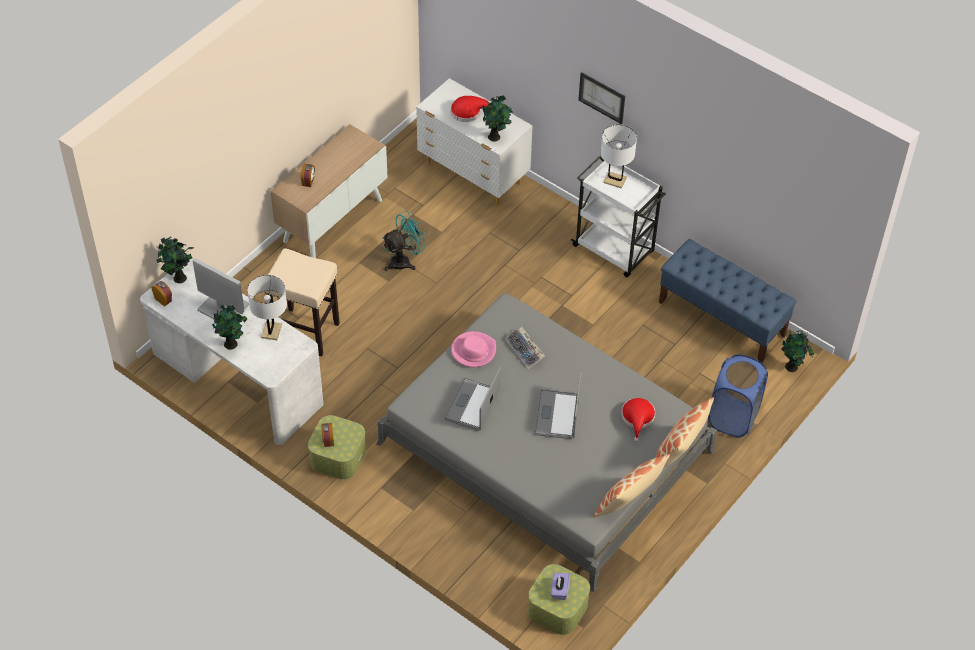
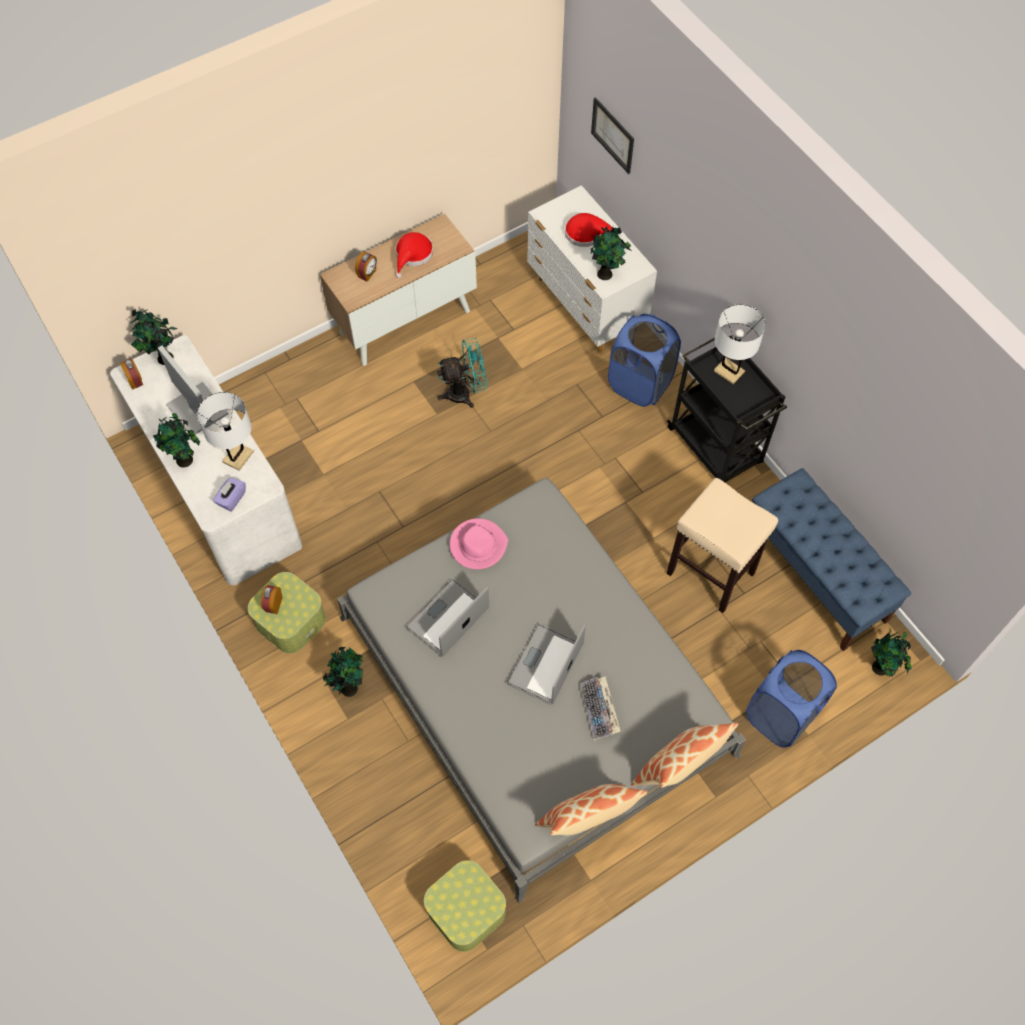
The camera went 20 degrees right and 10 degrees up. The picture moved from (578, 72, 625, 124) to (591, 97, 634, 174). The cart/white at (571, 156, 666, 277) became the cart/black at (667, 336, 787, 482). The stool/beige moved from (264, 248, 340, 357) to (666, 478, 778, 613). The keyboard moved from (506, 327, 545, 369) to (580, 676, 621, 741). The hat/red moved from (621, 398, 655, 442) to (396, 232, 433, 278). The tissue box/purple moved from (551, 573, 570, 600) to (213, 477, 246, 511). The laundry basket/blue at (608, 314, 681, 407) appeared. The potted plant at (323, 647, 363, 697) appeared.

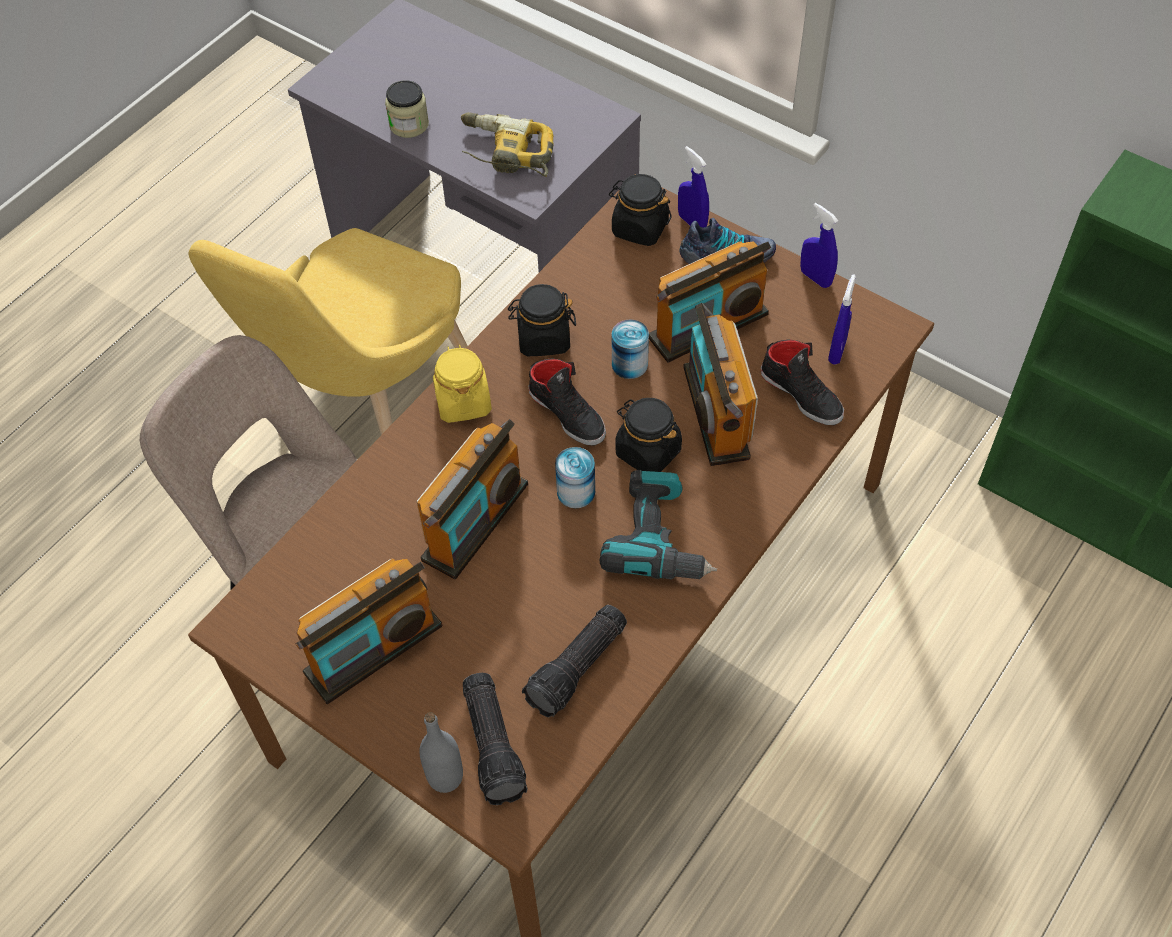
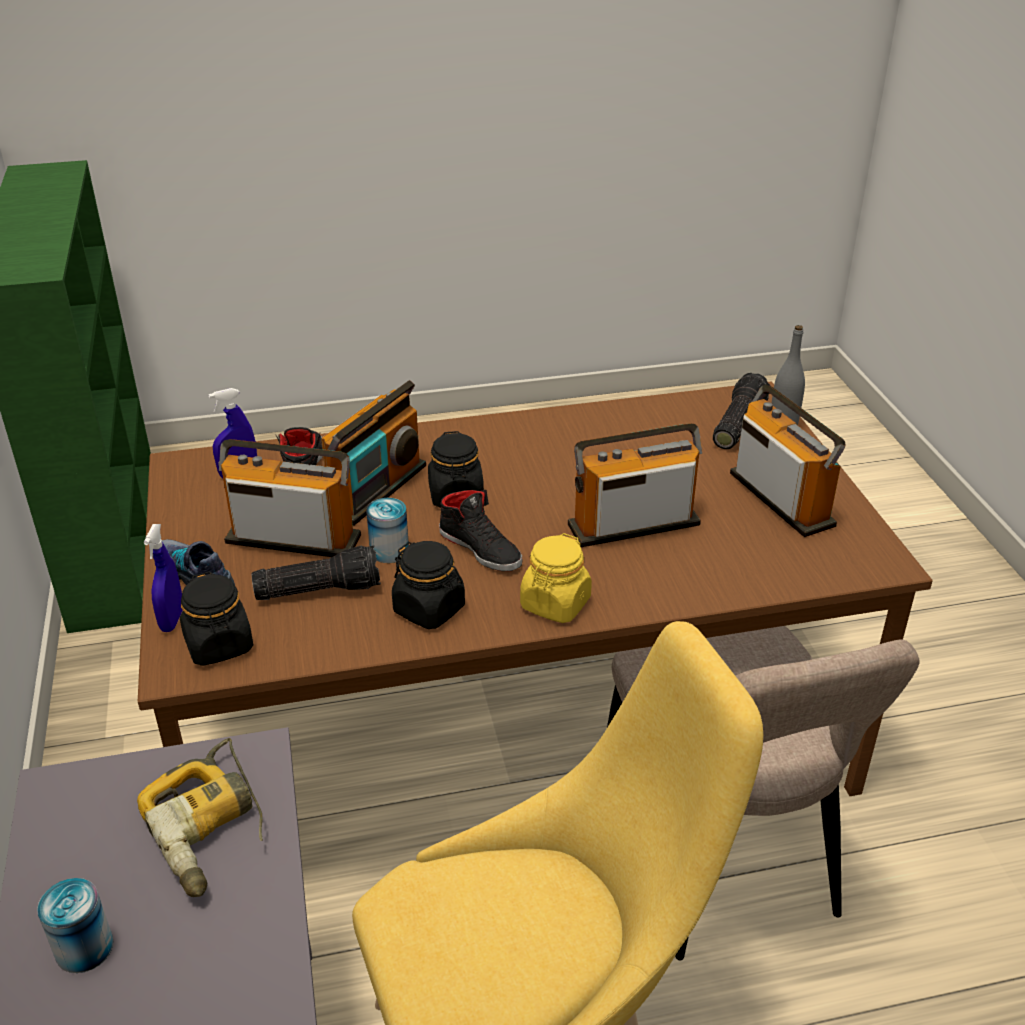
The camera went 140 degrees left and 20 degrees down. The jar at (385, 80, 429, 138) disappeared. The spray bottle/blue at (800, 203, 838, 288) disappeared. The shoe/black at (529, 358, 606, 445) turned 135 degrees clockwise. The can moved from (555, 447, 595, 508) to (37, 878, 113, 973). The power drill at (600, 470, 717, 579) disappeared. The radio at (295, 559, 442, 704) turned 60 degrees clockwise. The flashlight moved from (522, 605, 627, 718) to (252, 546, 381, 600).

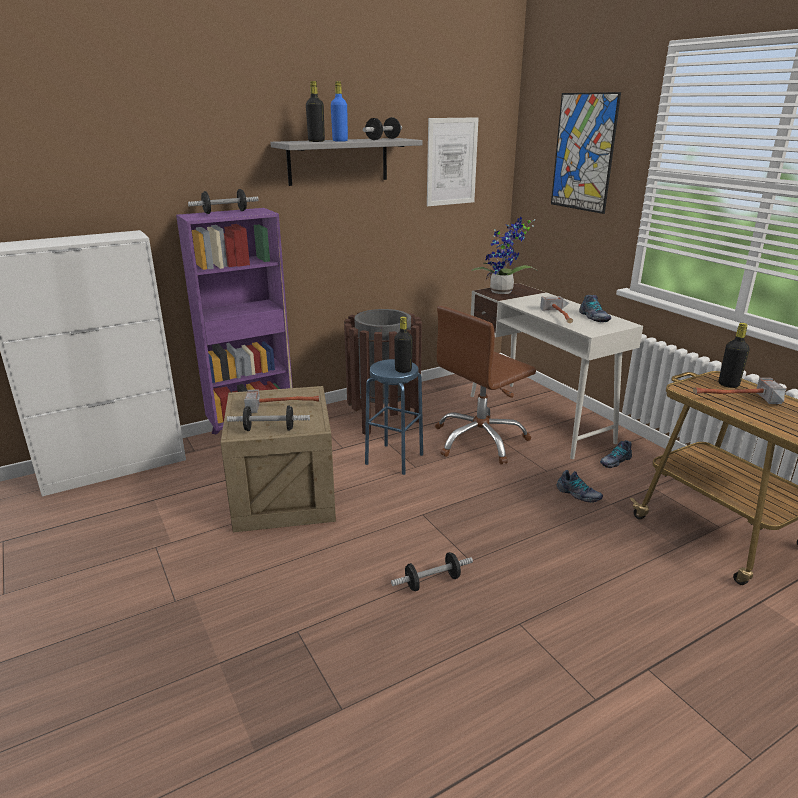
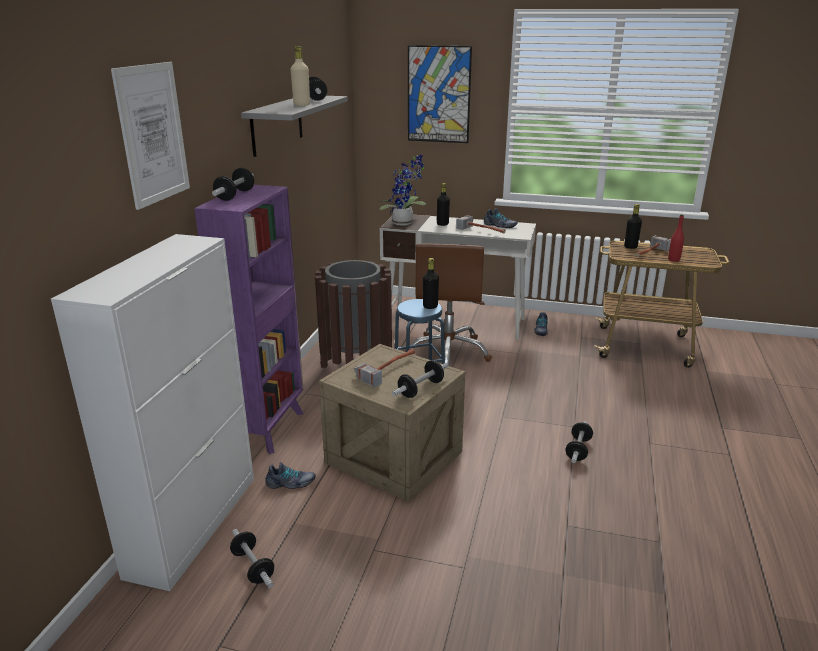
The camera went 45 degrees left and 0 degrees up. The bottle/black moved from (306, 81, 325, 142) to (437, 183, 450, 226). The bottle/blue at (331, 81, 348, 142) became the bottle/beige at (290, 46, 310, 106). The picture moved from (427, 117, 479, 206) to (111, 62, 190, 210). The shoe moved from (557, 470, 603, 503) to (265, 462, 315, 489). The bottle/red at (668, 215, 684, 262) appeared. The dumbbell at (230, 529, 274, 588) appeared.

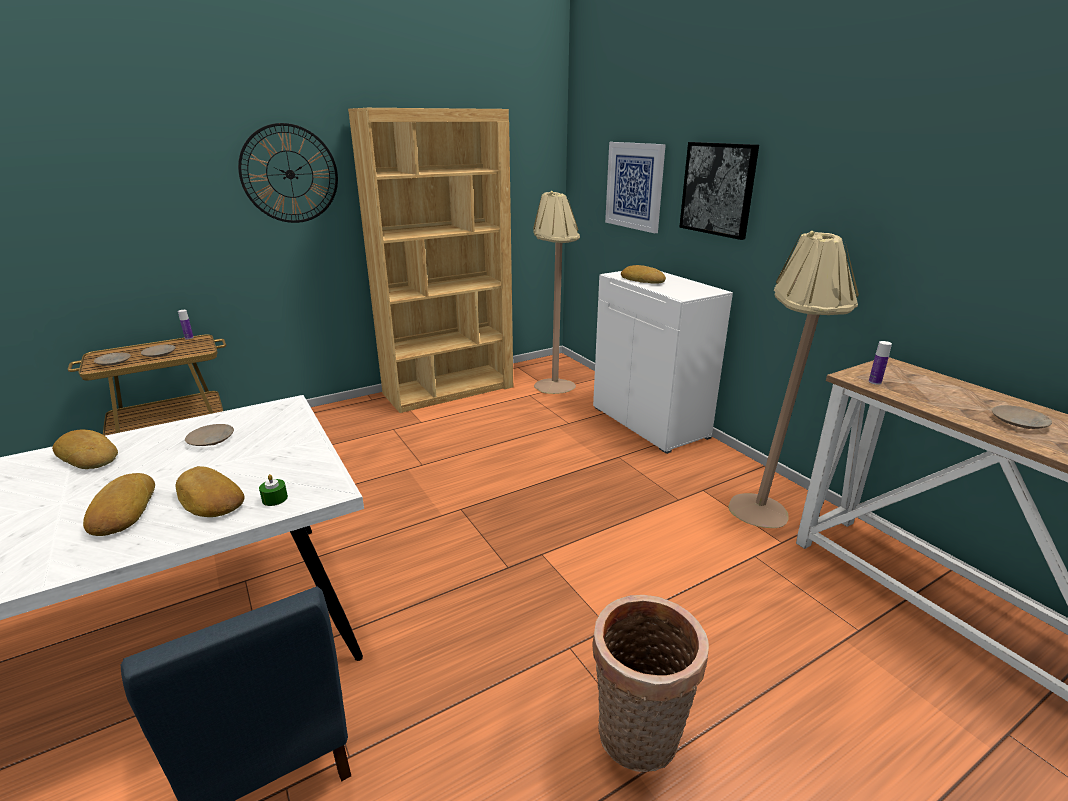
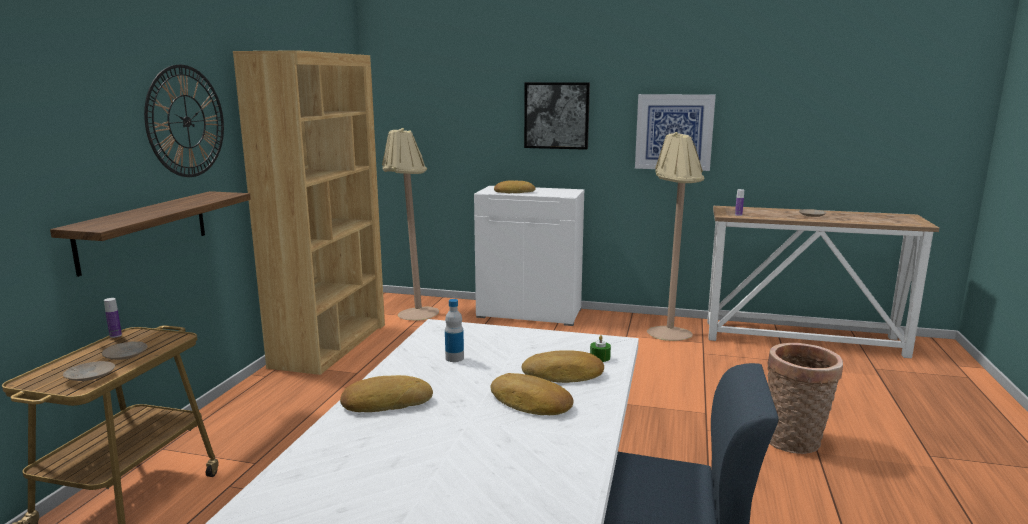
The camera went 45 degrees left and 10 degrees down. The picture moved from (605, 142, 666, 233) to (635, 94, 716, 171). The plate/beige at (185, 424, 234, 446) was replaced by the bottle at (445, 299, 464, 362). The shelf at (50, 191, 251, 277) appeared.

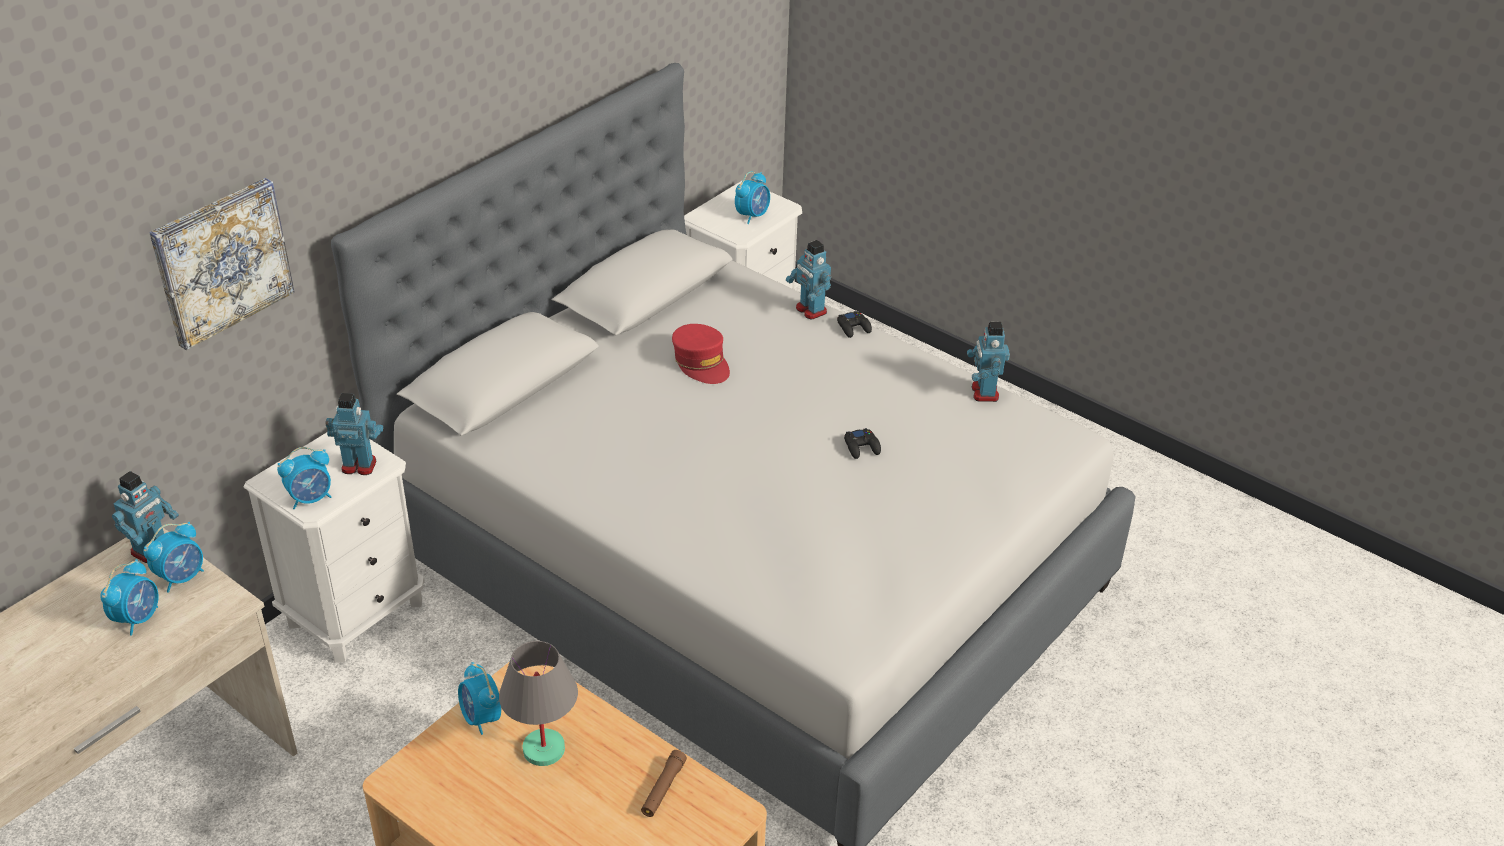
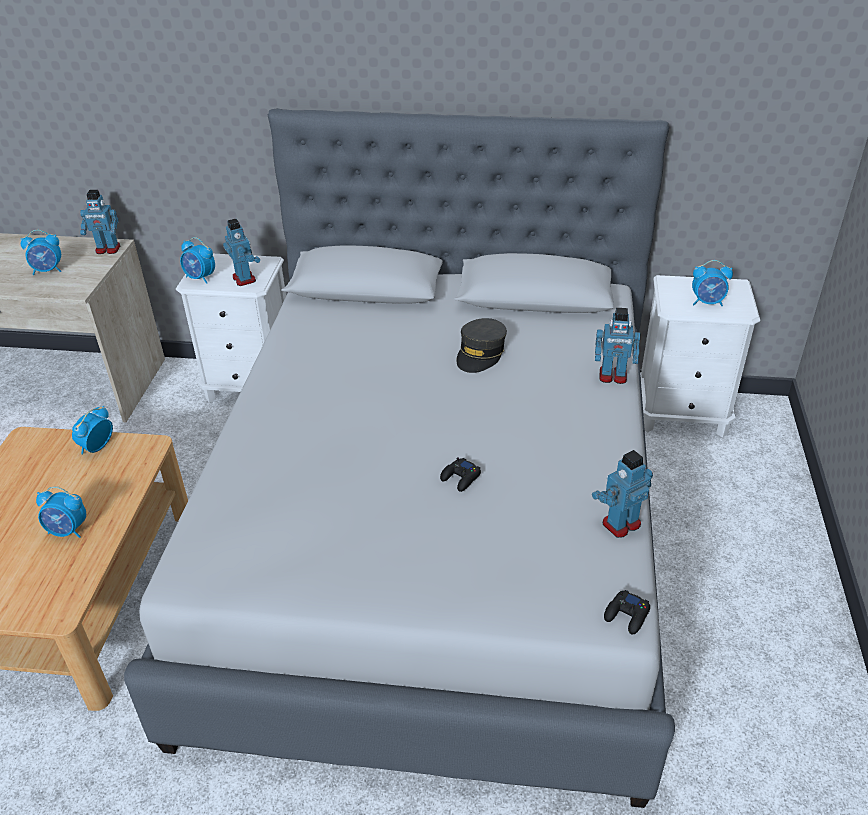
The camera went 60 degrees right and 0 degrees up. The picture at (149, 178, 295, 350) disappeared. The toy robot at (786, 240, 831, 320) turned 105 degrees counterclockwise. The game controller/black moved from (837, 311, 872, 338) to (604, 590, 650, 635). The cap/red at (672, 324, 730, 384) became the cap/grey at (457, 318, 507, 373). The alarm clock moved from (143, 522, 204, 593) to (36, 486, 86, 538). The table lamp/grey at (499, 641, 578, 766) disappeared. The flashlight/brown at (641, 750, 687, 817) disappeared.

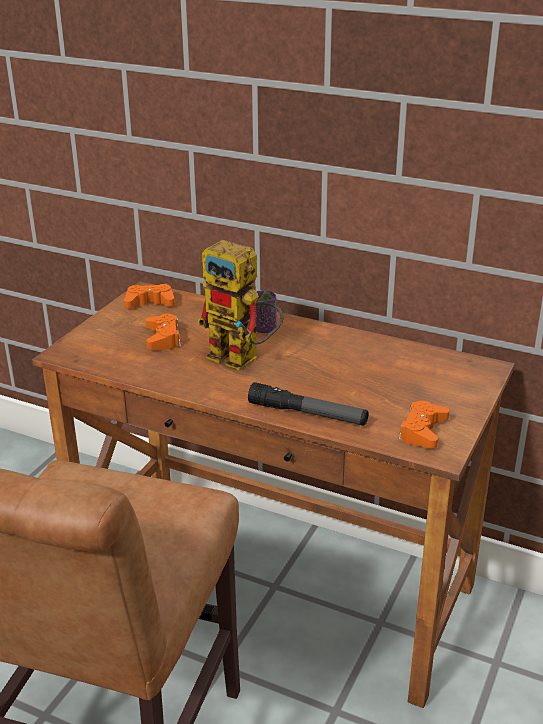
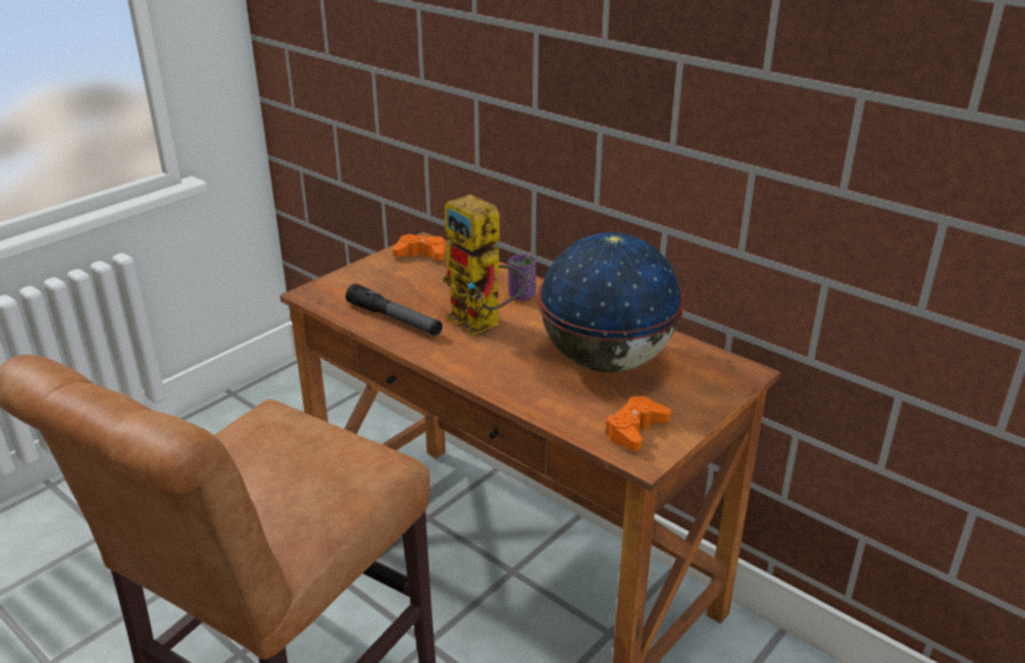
The camera went 15 degrees right and 0 degrees up. The game controller/orange at (145, 314, 181, 349) disappeared. The flashlight moved from (248, 382, 369, 426) to (346, 284, 442, 336). The globe at (537, 232, 684, 372) appeared.

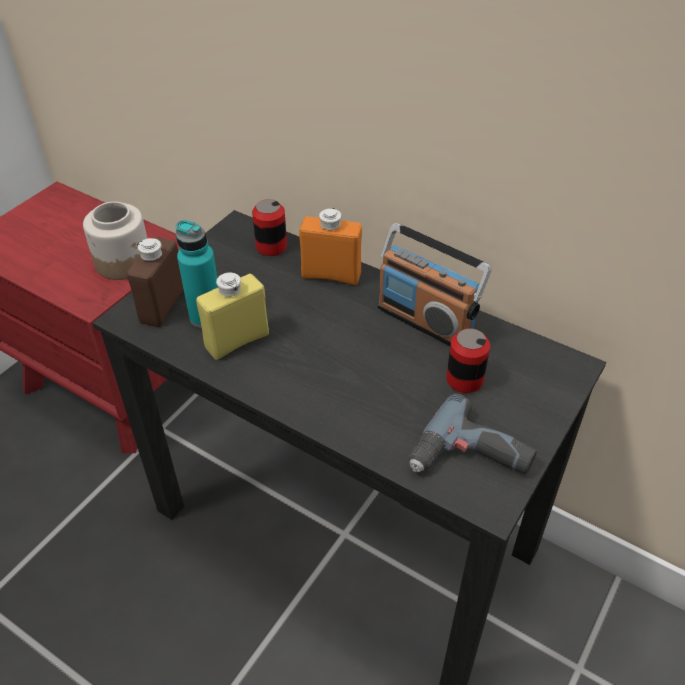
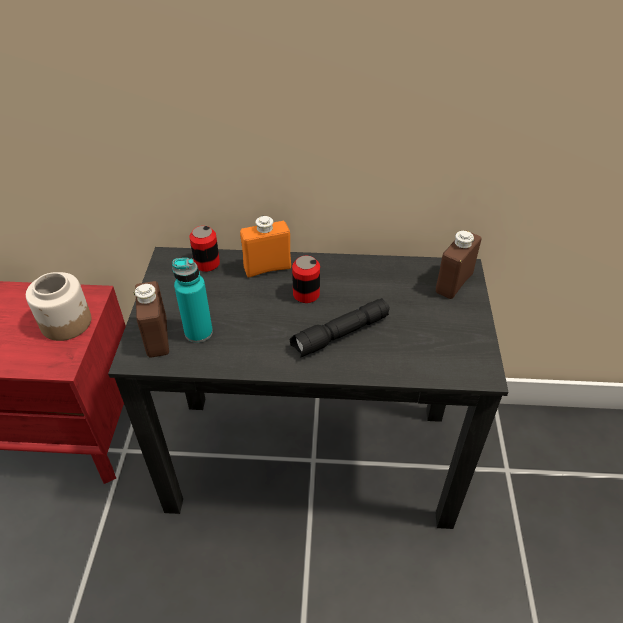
The camera went 30 degrees left and 0 degrees up. The radio at (377, 223, 492, 346) disappeared. The bottle/yellow at (196, 272, 269, 360) disappeared. The can moved from (446, 328, 490, 393) to (292, 256, 320, 303). The power drill at (409, 393, 537, 474) disappeared. The bottle/brown at (436, 230, 481, 299) appeared. The flashlight/black at (290, 298, 390, 358) appeared.

